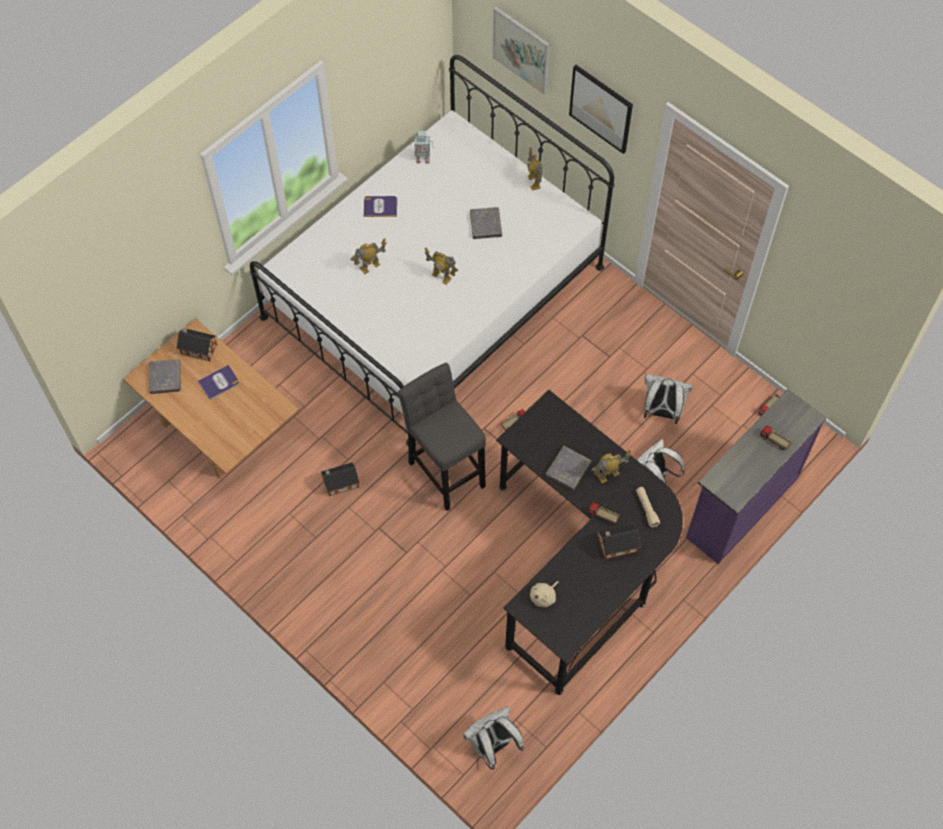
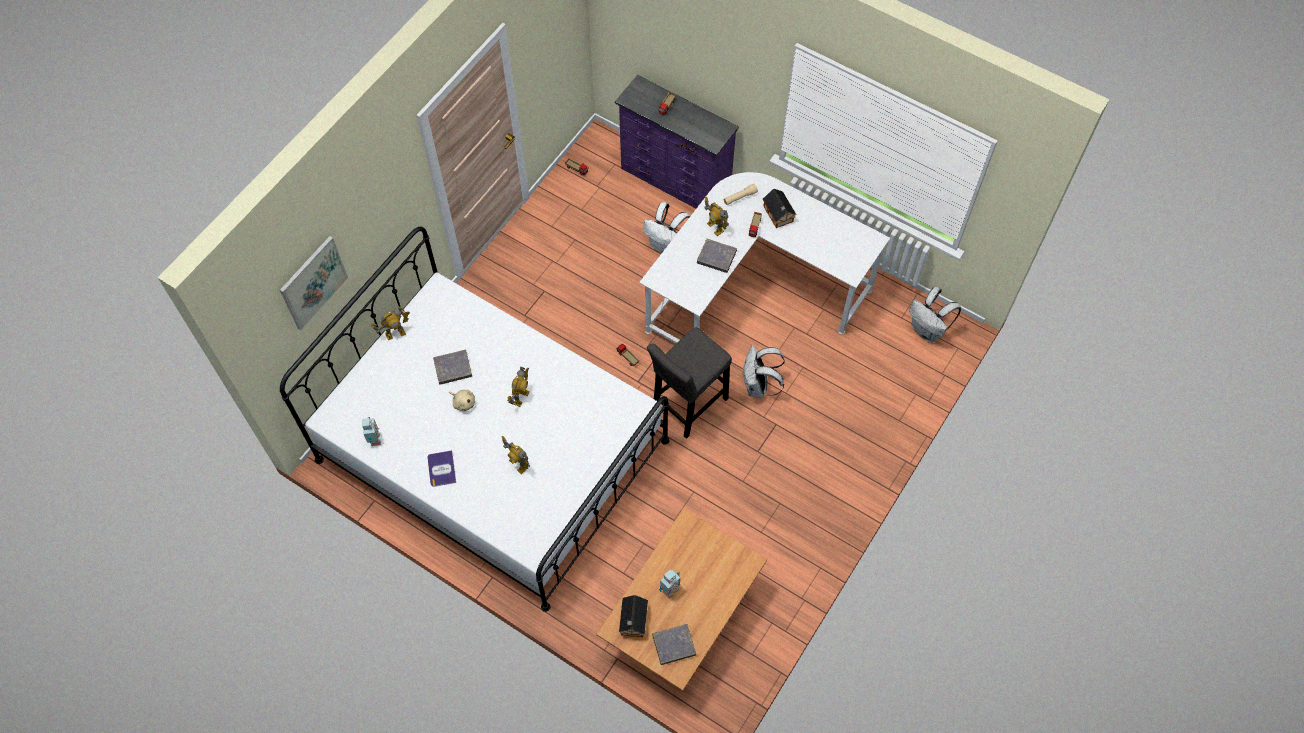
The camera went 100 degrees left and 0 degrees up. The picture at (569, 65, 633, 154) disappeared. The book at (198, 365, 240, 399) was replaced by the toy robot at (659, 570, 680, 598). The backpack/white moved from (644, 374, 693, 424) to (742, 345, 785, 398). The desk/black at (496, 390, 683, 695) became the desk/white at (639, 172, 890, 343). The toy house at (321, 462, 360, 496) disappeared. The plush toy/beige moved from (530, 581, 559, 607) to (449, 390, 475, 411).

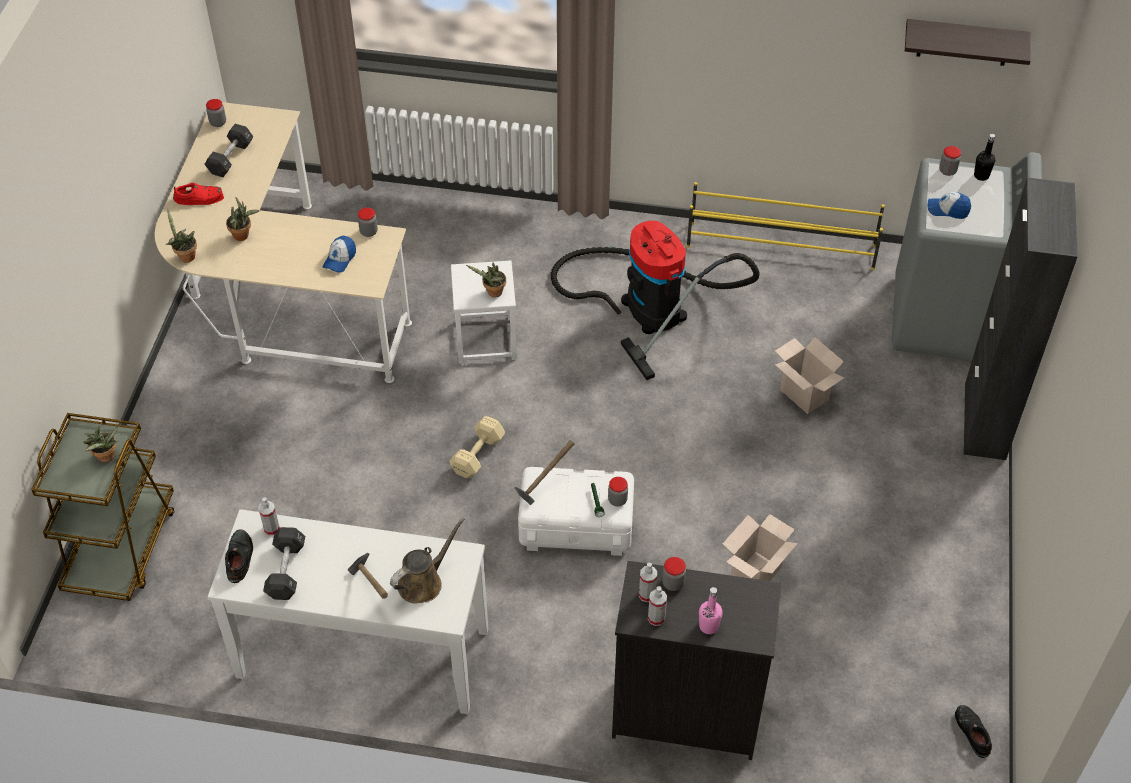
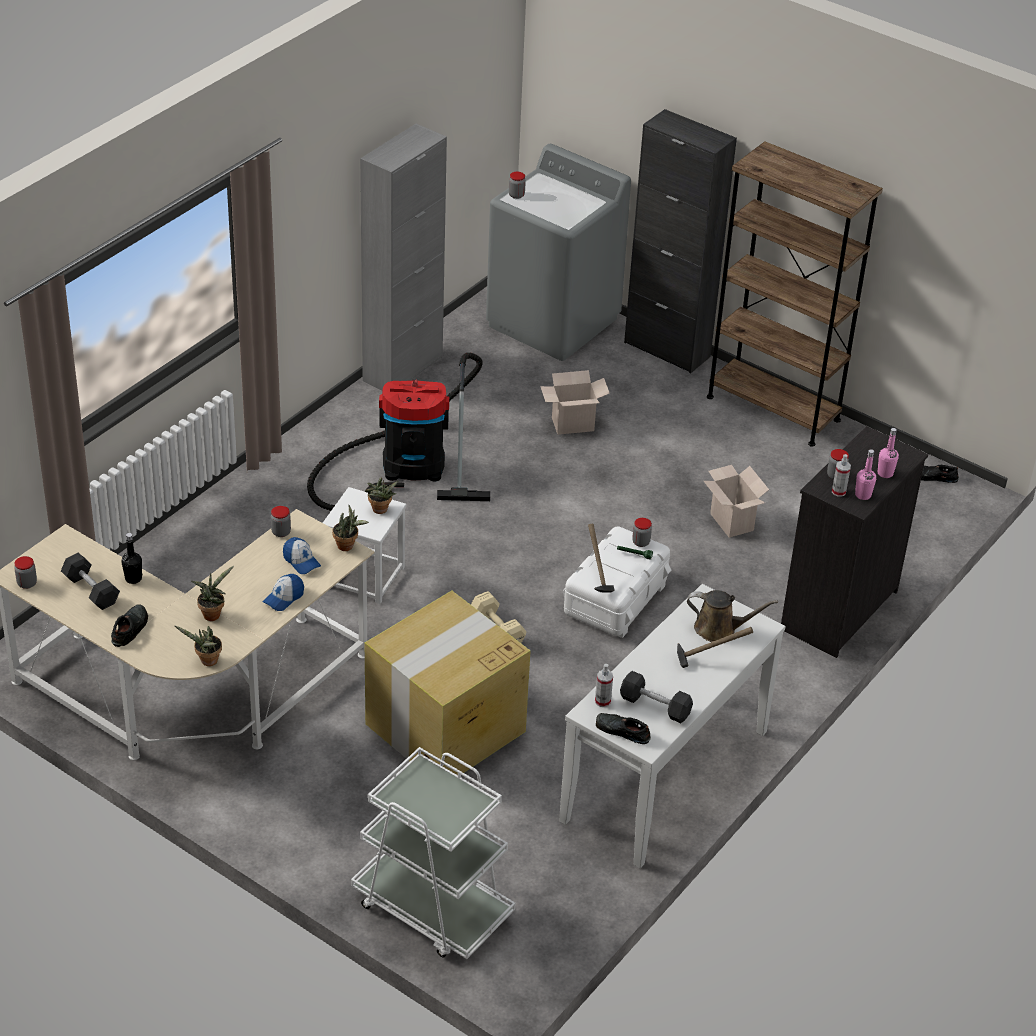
The camera went 65 degrees left and 10 degrees down. The shelf at (905, 19, 1031, 66) disappeared. The bottle/black moved from (974, 134, 995, 181) to (121, 533, 142, 584). The shoe rack/yellow at (686, 182, 885, 270) was replaced by the cabinet/grey at (360, 124, 447, 391). The shoe/red at (173, 183, 224, 205) became the shoe/black at (111, 604, 148, 647). The cap moved from (928, 192, 971, 219) to (263, 574, 304, 611). The cart/brown at (31, 413, 175, 601) became the cart/white at (351, 747, 516, 959). The potted plant moved from (83, 426, 118, 463) to (332, 505, 369, 551). The watering can/brown at (390, 518, 465, 604) turned 120 degrees clockwise. The spray bottle at (648, 586, 667, 626) was replaced by the bottle/pink at (855, 449, 876, 500). The bookcase/brown at (707, 142, 883, 447) appeared. The cardboard box at (365, 590, 530, 775) appeared.

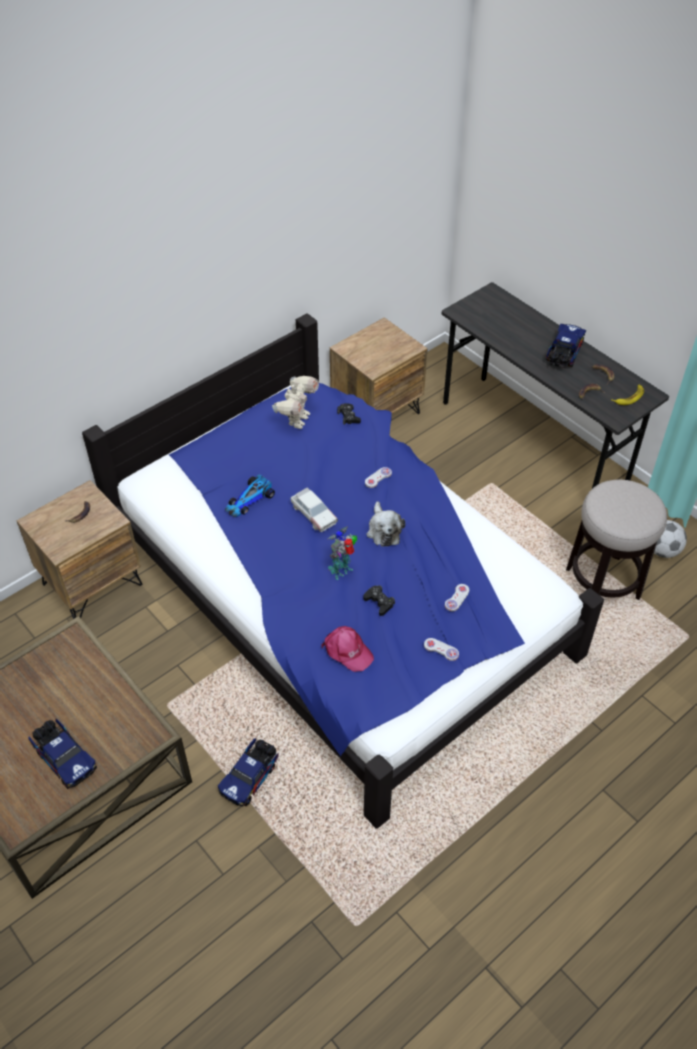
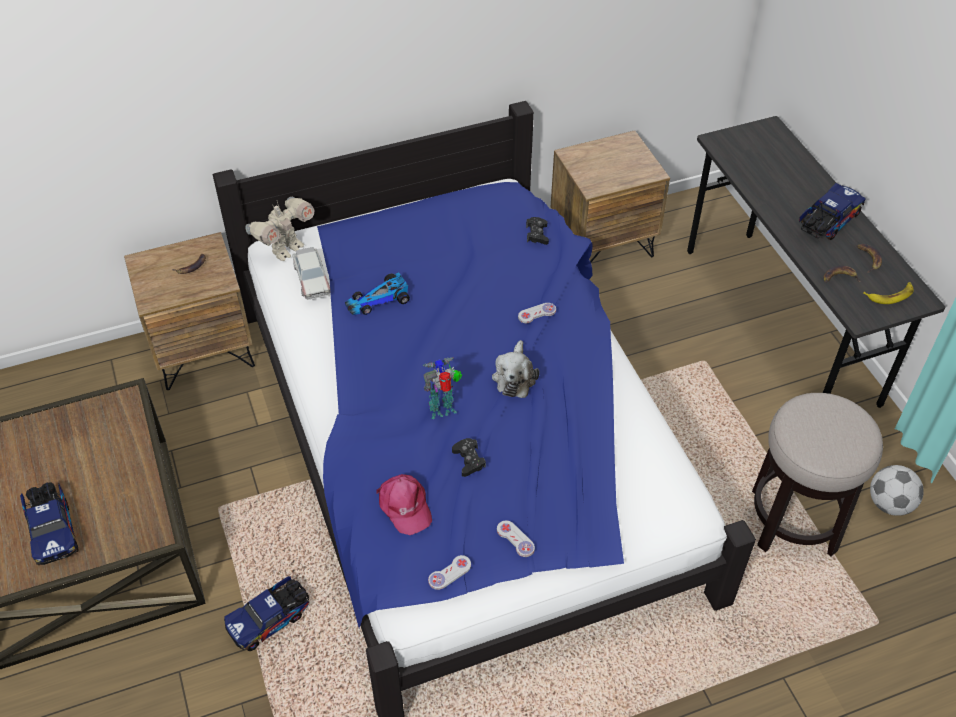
The camera went 20 degrees right and 0 degrees up. The toy robot moved from (272, 376, 319, 429) to (245, 197, 314, 261). The toy car moved from (290, 487, 338, 532) to (292, 247, 331, 300). The game controller/white moved from (445, 584, 469, 611) to (428, 555, 471, 590).

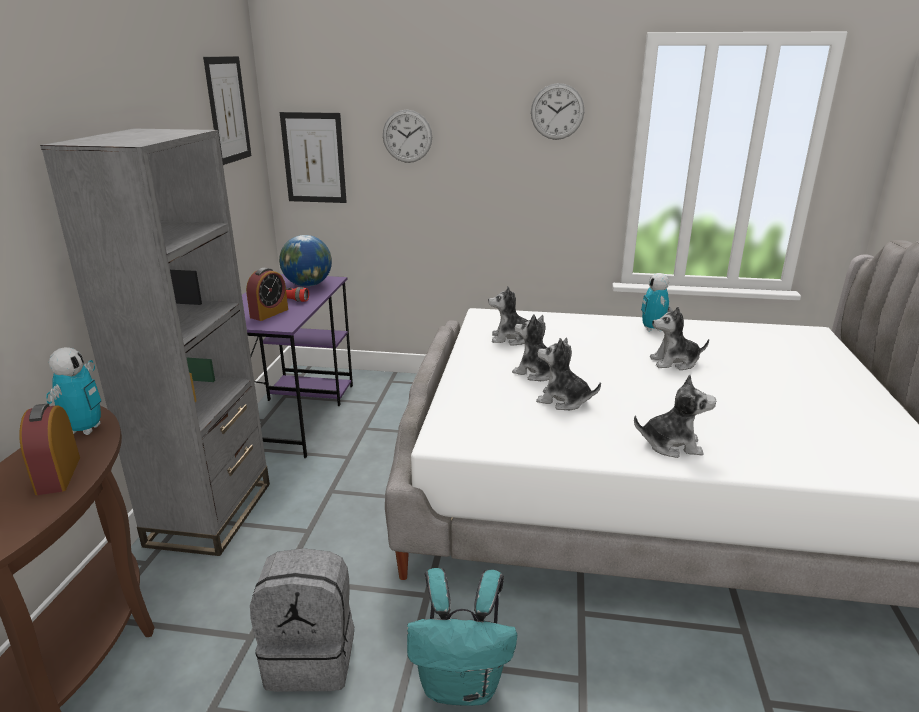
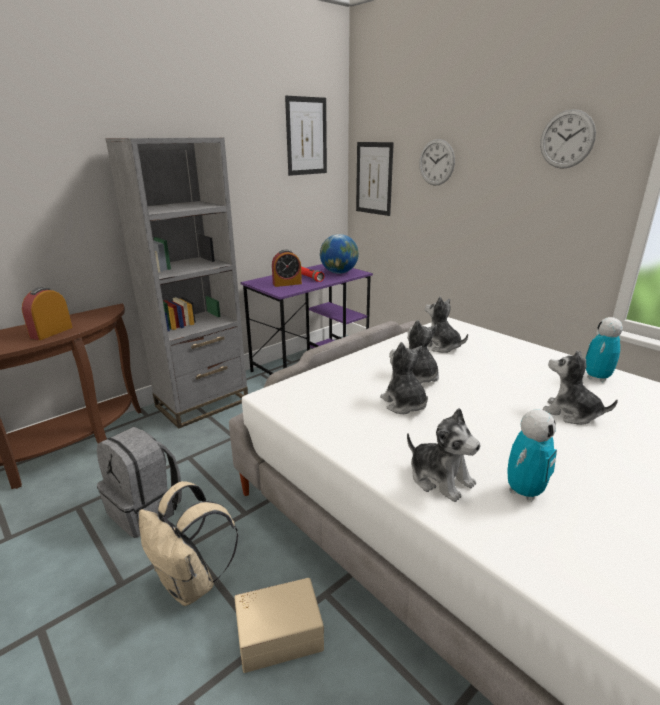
The camera went 40 degrees right and 0 degrees up. The toy robot moved from (46, 347, 101, 435) to (507, 409, 557, 502). The backpack/turquoise at (407, 568, 517, 706) became the backpack/beige at (139, 481, 238, 606). The storage box/beige at (234, 578, 324, 673) appeared.

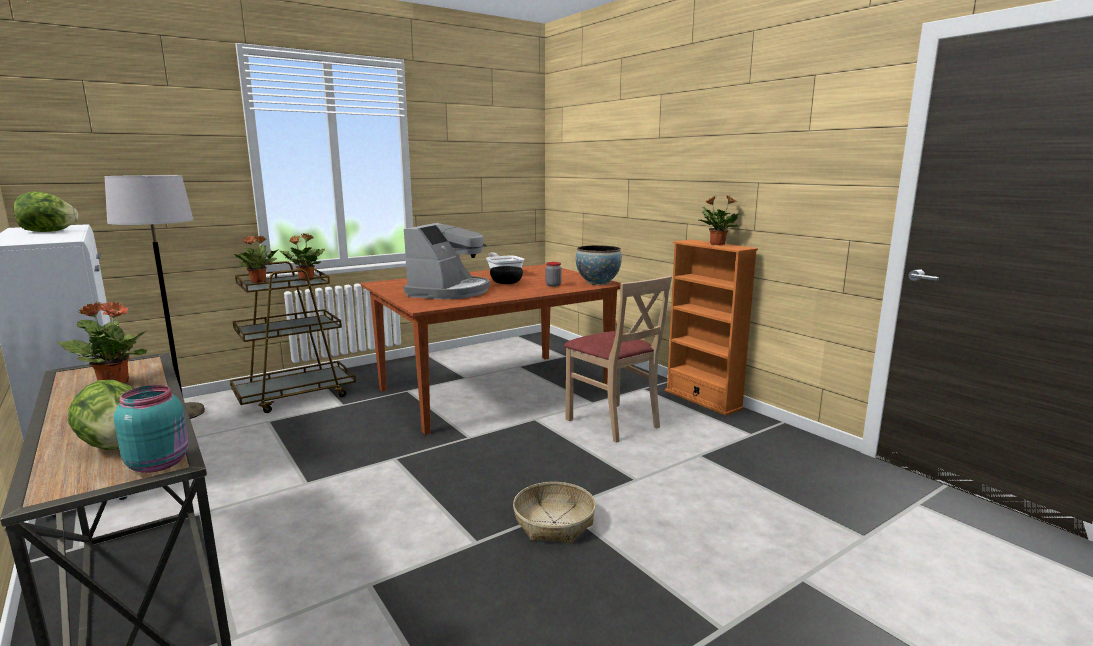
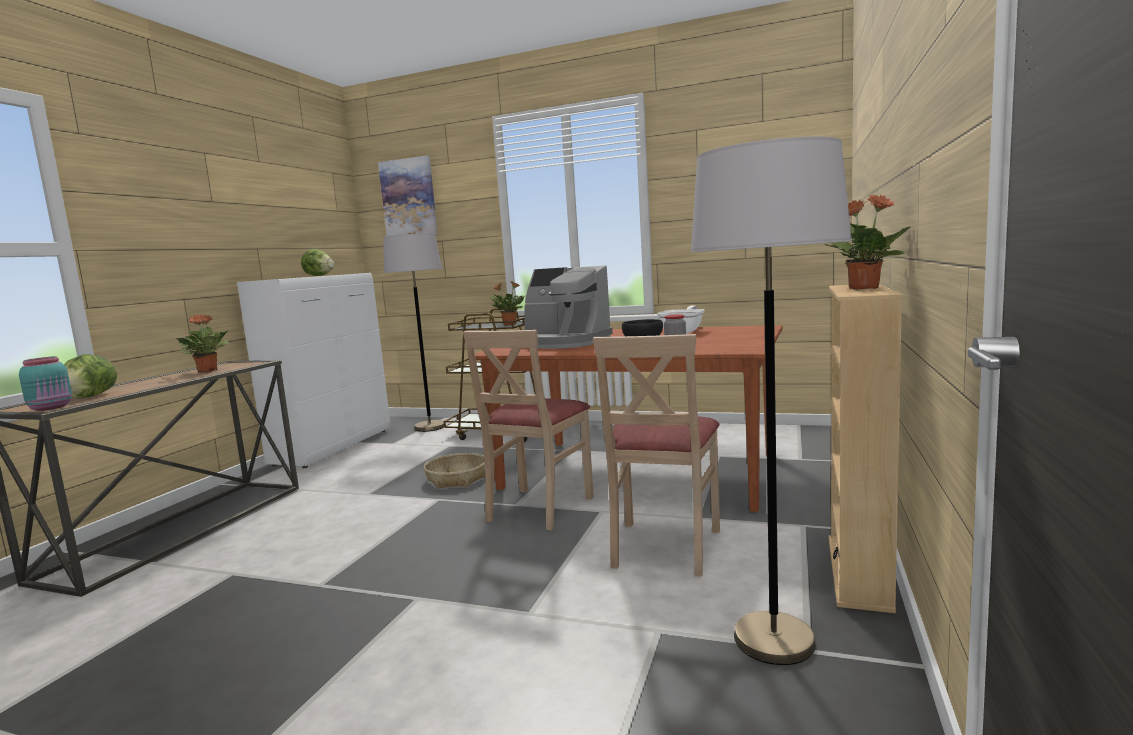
The camera went 55 degrees right and 5 degrees down. The coffee machine at (404, 223, 490, 299) turned 45 degrees clockwise. The potted plant at (233, 235, 279, 283) disappeared. The bookcase/orange at (665, 240, 758, 416) became the bookcase/beige at (828, 284, 902, 613). The bowl at (576, 245, 622, 285) disappeared. The basket moved from (513, 482, 596, 543) to (424, 453, 486, 489). The floor lamp/grey at (691, 136, 852, 665) appeared. The picture at (378, 155, 438, 236) appeared. The chair/beige at (463, 330, 594, 530) appeared.

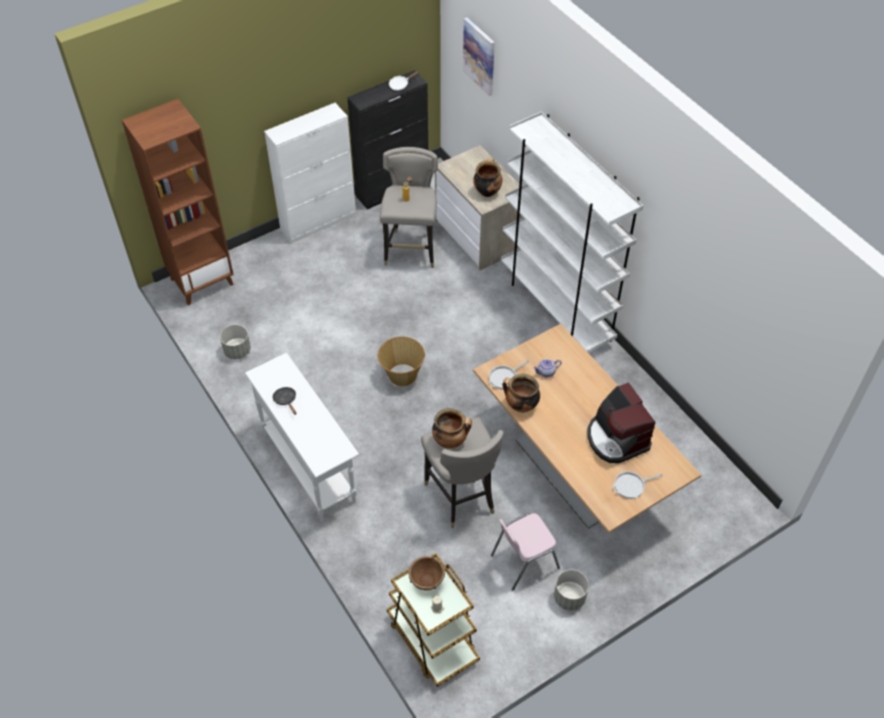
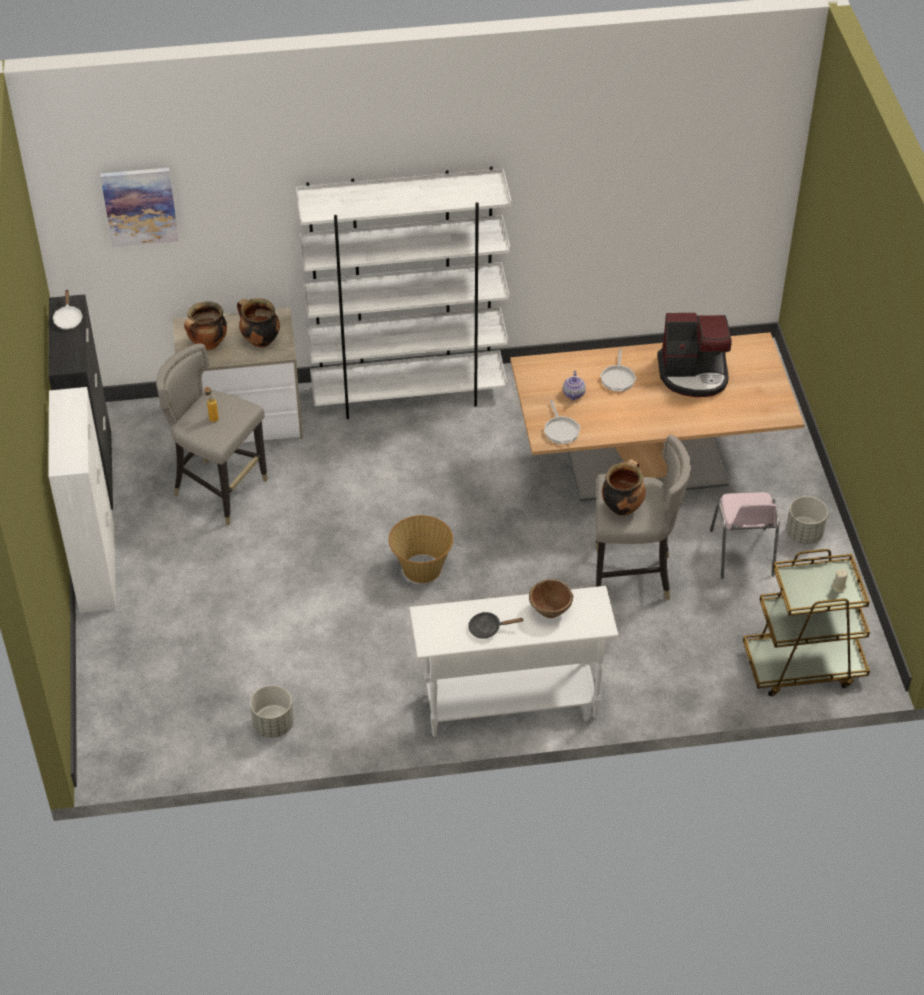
The camera went 65 degrees left and 5 degrees down. The bookcase/brown at (122, 99, 234, 305) disappeared. The cooking pot moved from (502, 373, 540, 412) to (184, 301, 227, 350). The frying pan moved from (613, 471, 663, 499) to (600, 349, 637, 392). The bowl/brown moved from (408, 556, 445, 590) to (529, 579, 573, 618).

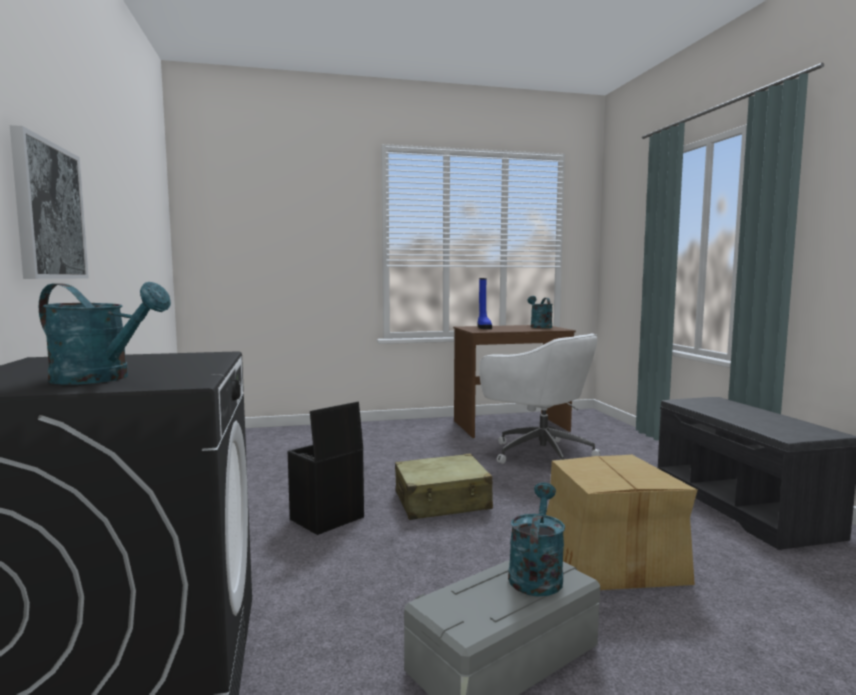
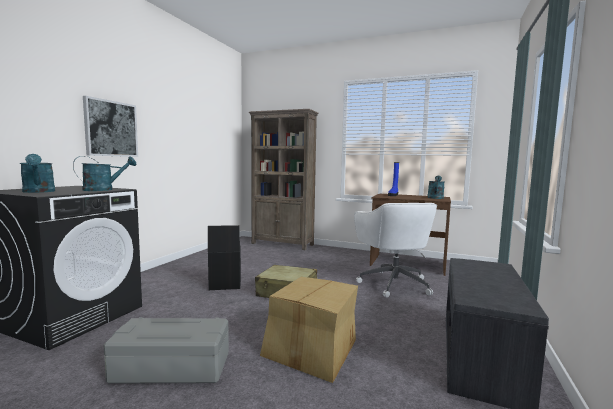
The camera went 35 degrees right and 0 degrees up. The watering can/turquoise moved from (508, 482, 565, 596) to (73, 156, 136, 191). The bookcase/brown at (249, 109, 319, 250) appeared.

